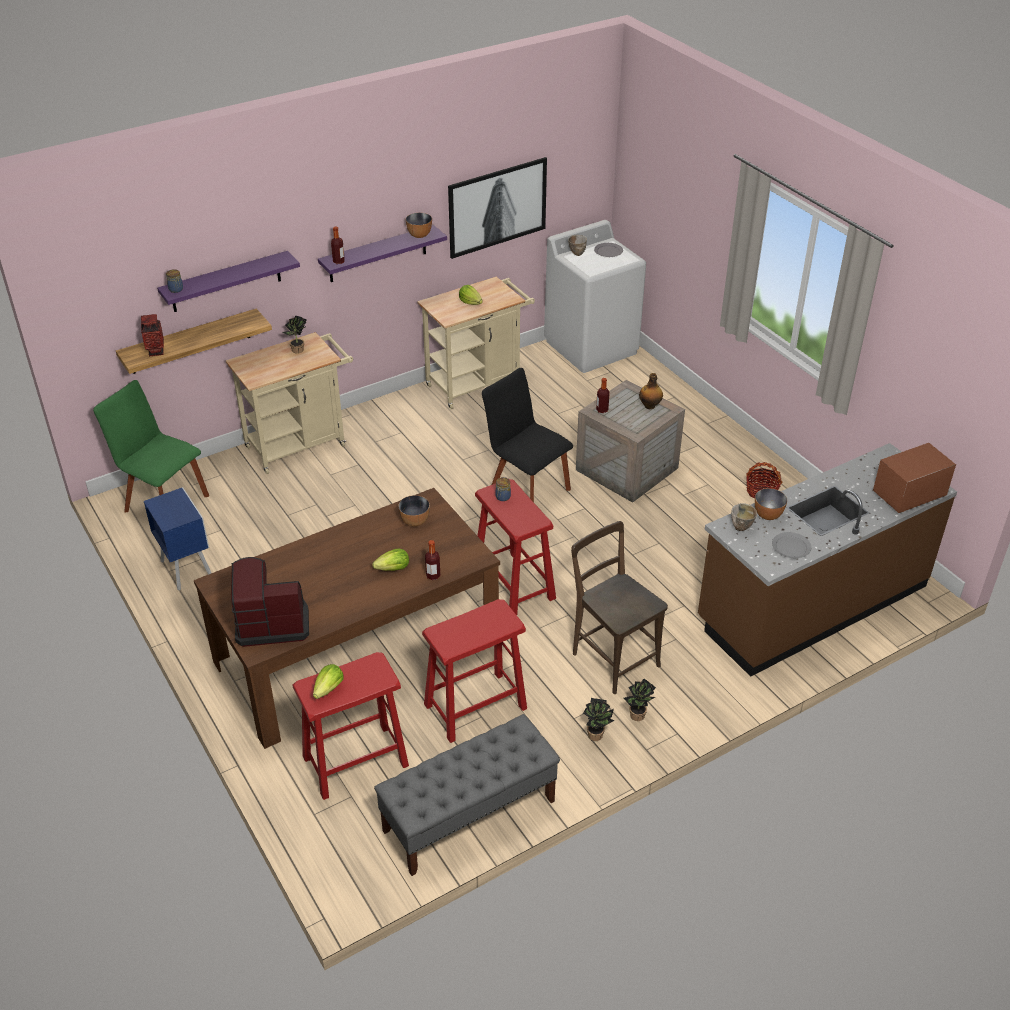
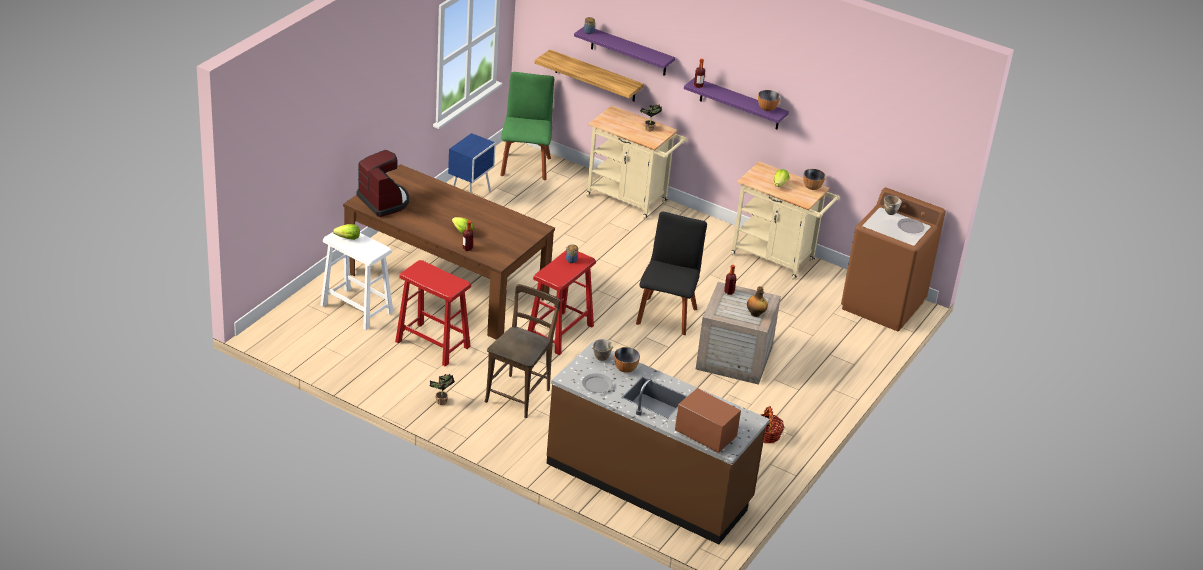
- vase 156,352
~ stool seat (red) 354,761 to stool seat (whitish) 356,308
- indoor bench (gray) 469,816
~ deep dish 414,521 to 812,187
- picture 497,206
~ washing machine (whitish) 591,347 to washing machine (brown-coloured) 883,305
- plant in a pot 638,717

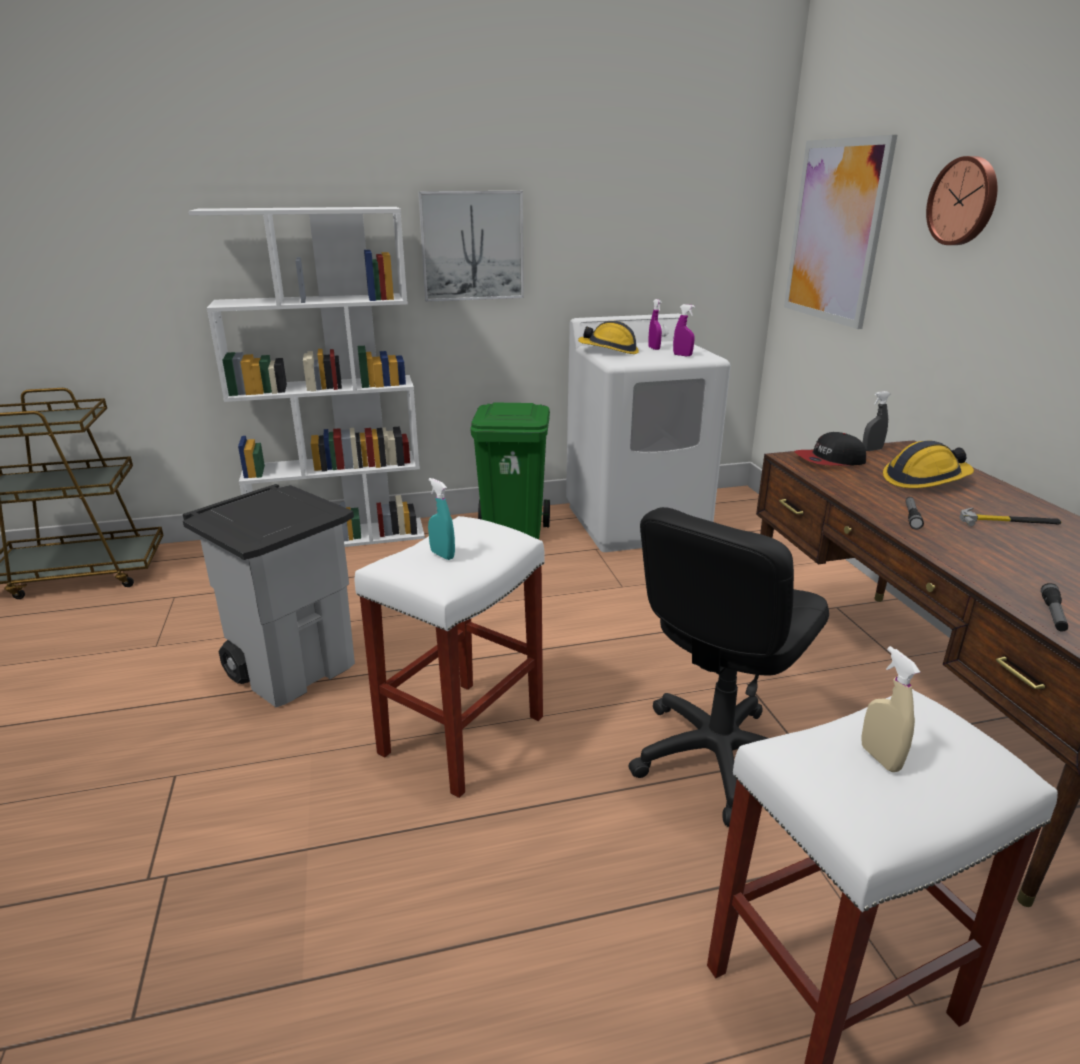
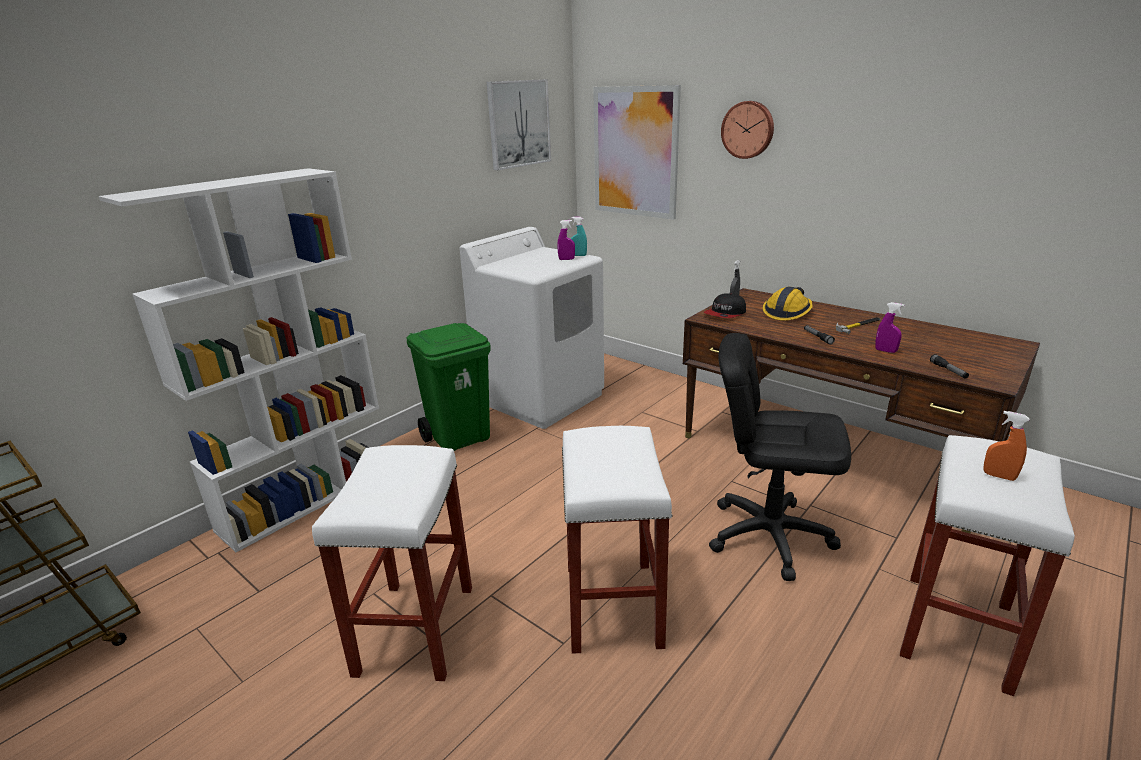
~ rubbish bin (gray) 293,668 to stool seat (whitish) 415,628
~ picture 472,246 to 518,124
~ sprayer (blue-green) 442,555 to 578,255
- hard hat 609,351
~ office chair (blackish) 715,757 = 769,535 105 degrees clockwise
~ sprayer (purple-coloured) 654,348 to 885,351
~ sprayer (beige) 880,758 to sprayer (orange) 999,476

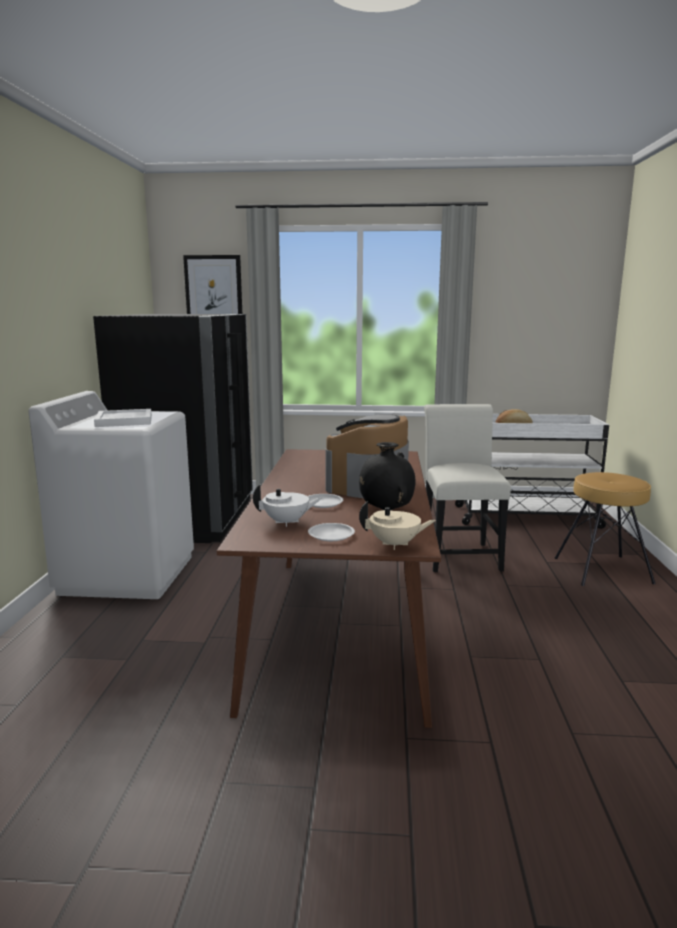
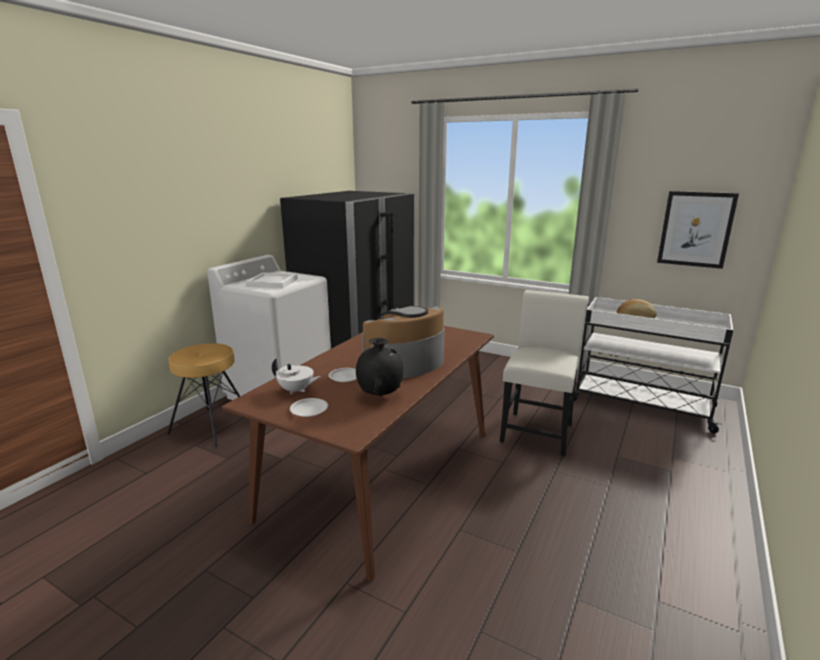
~ picture 214,291 to 695,229
- tea pot (beige) 395,544
~ stool seat (brown-coloured) 602,570 to 212,426

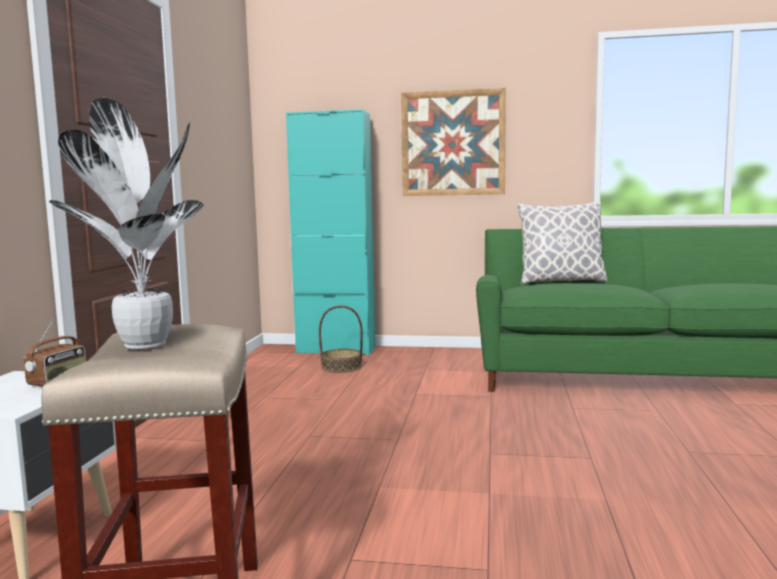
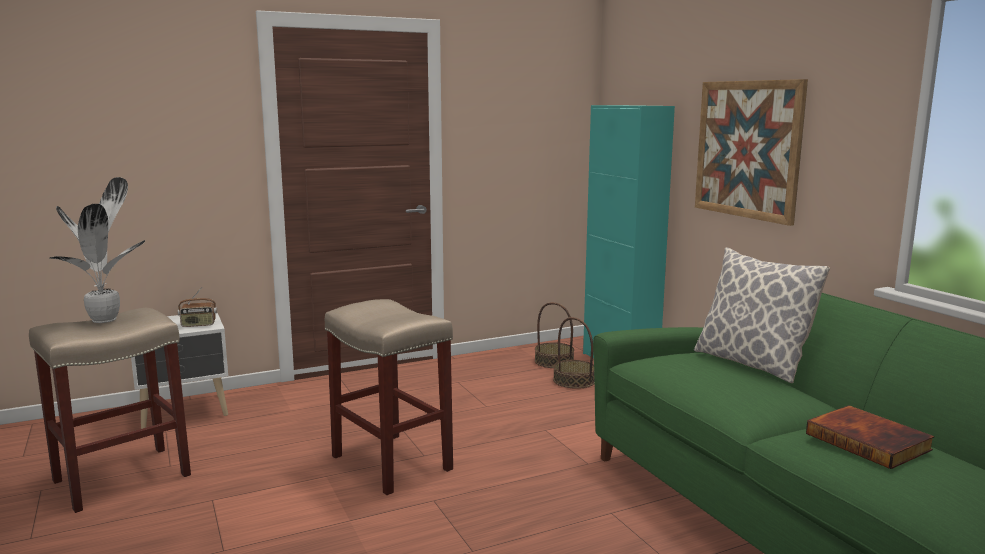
+ stool seat (beige) 390,462
+ basket 554,361
+ book 869,441

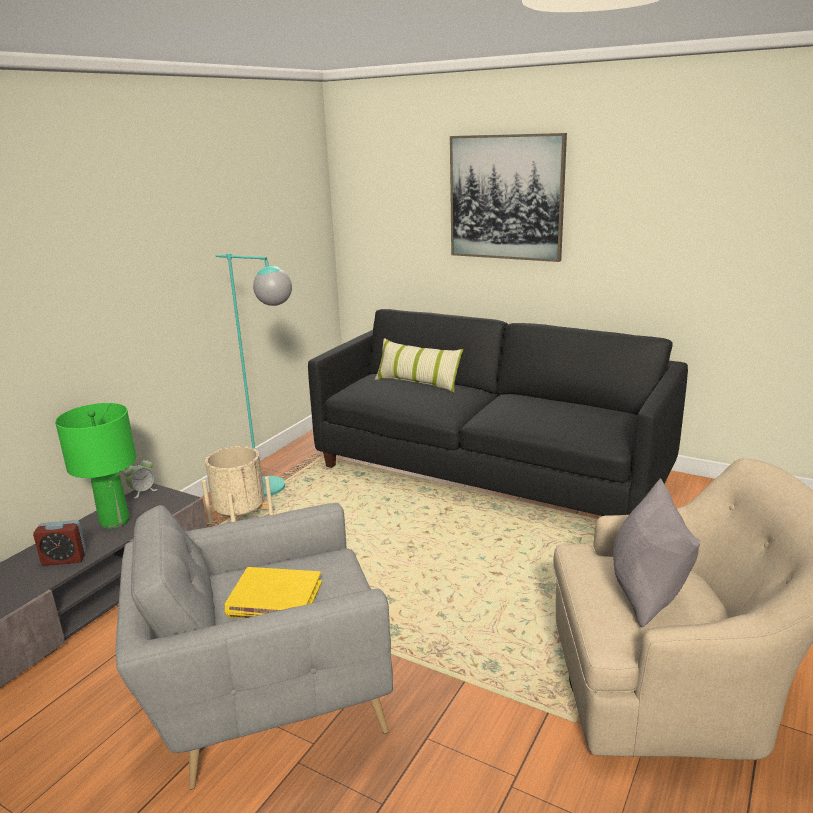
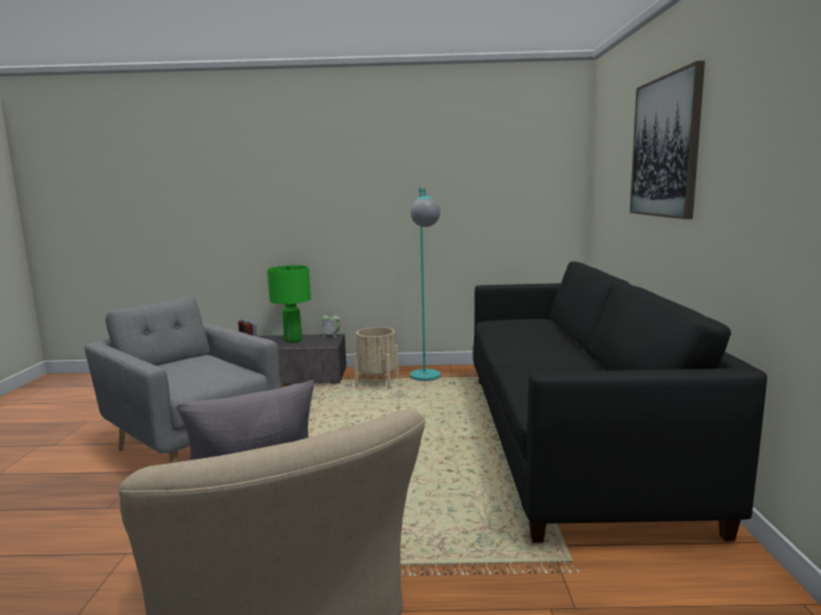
- book (yellow) 274,599
- pillow 417,383

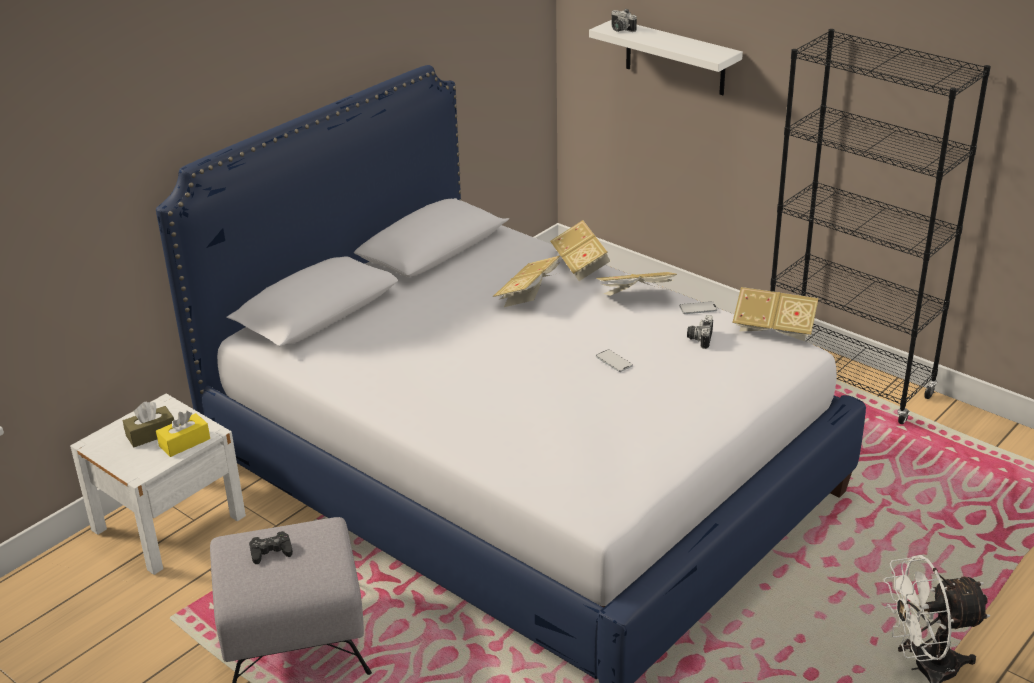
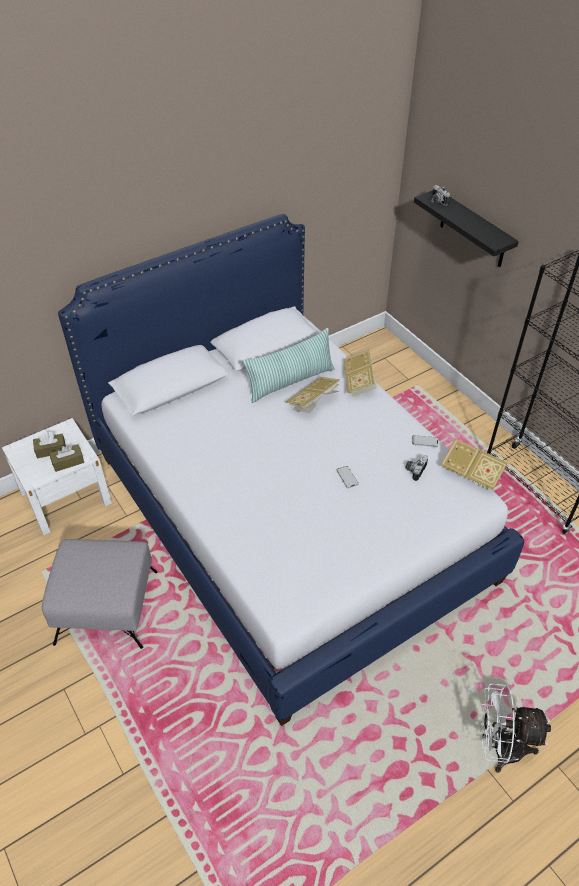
~ box of tissues (yellow) 184,442 to box of tissues (brown-coloured) 68,462
- joypad (blackish) 271,552
~ wall shelf (whitish) 675,58 to wall shelf (blackish) 473,229
- book 636,297
+ pillow 290,381

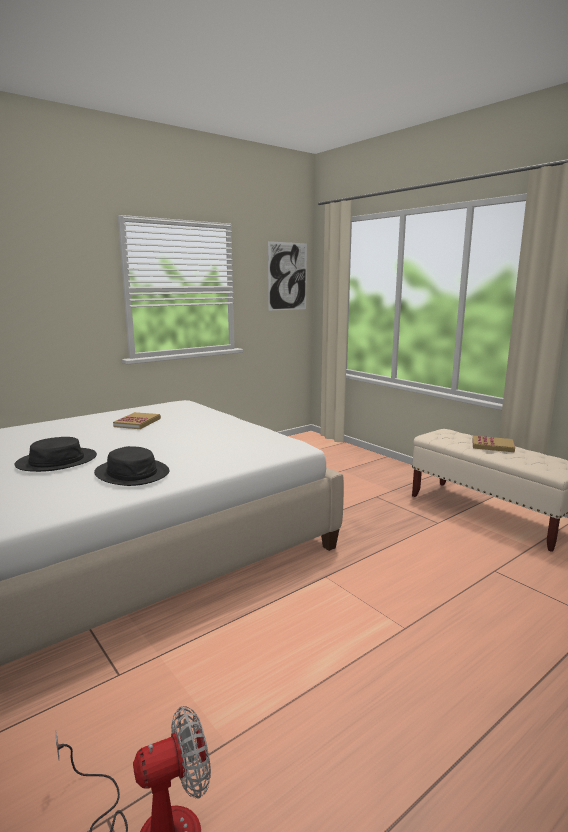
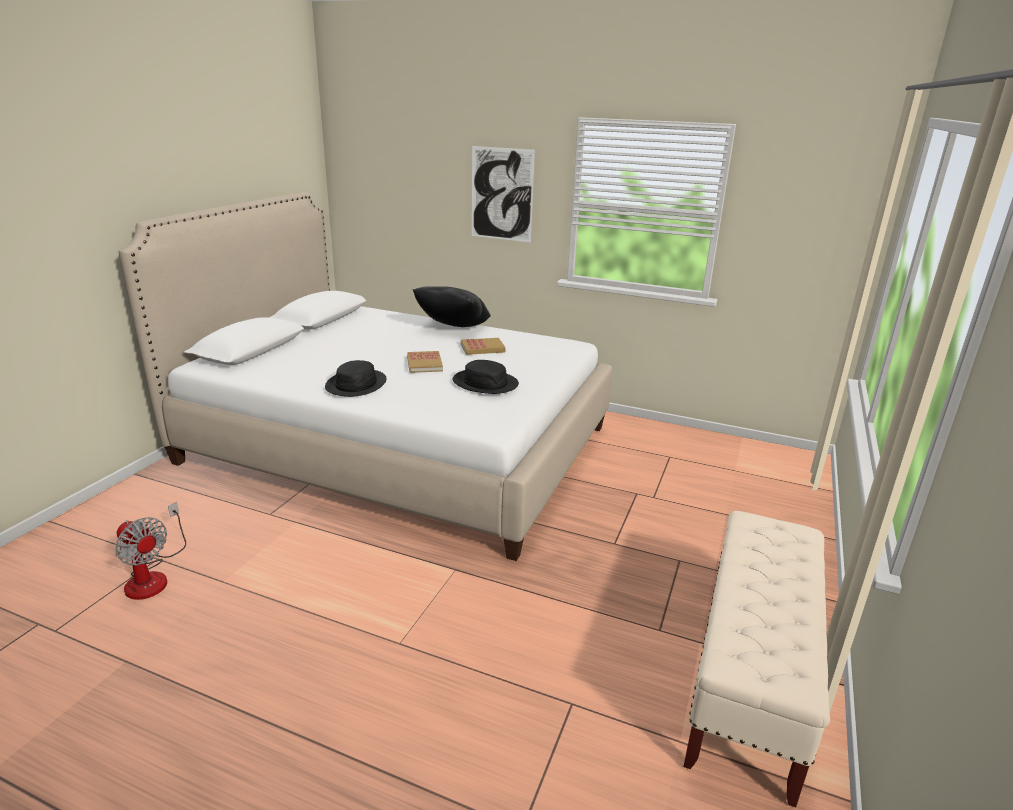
~ hat (blackish) 57,461 to 485,383
~ picture 287,276 to 501,194
~ book 492,446 to 424,364
+ pillow (blackish) 453,329

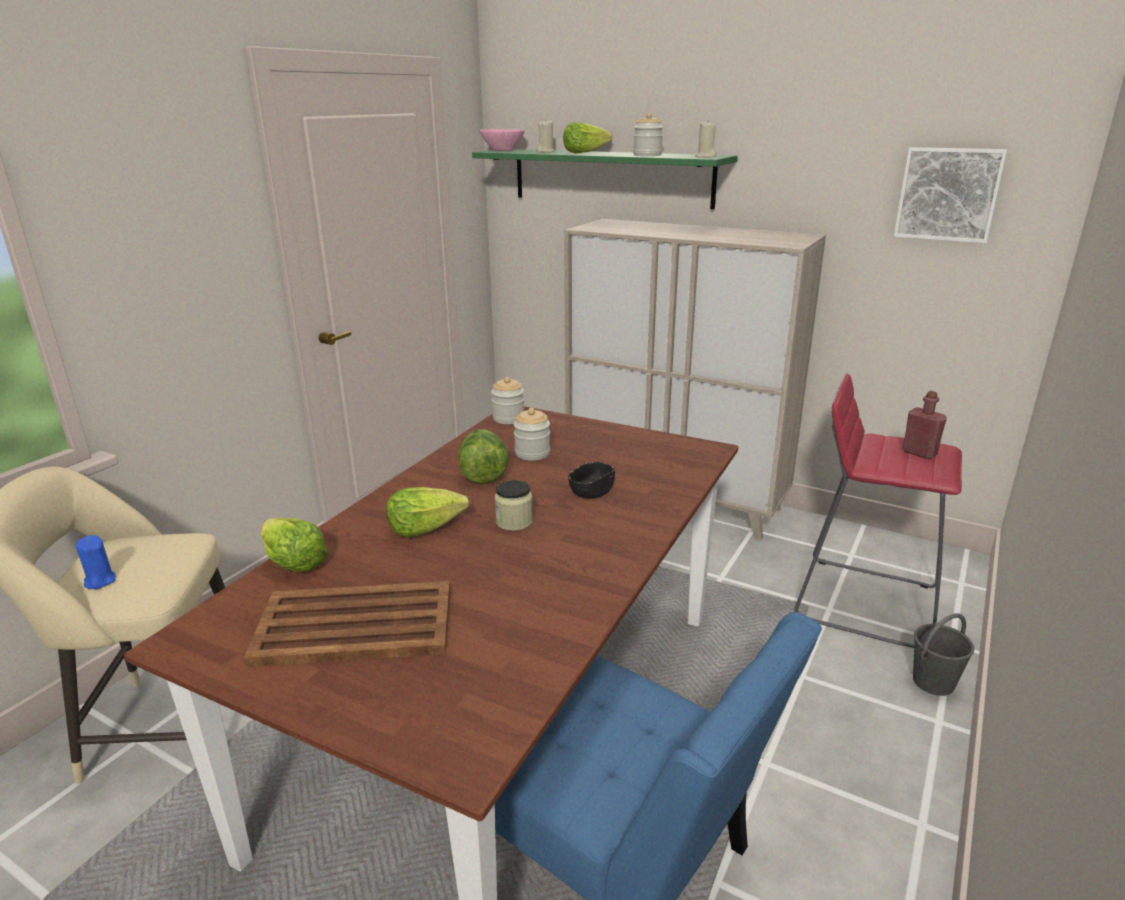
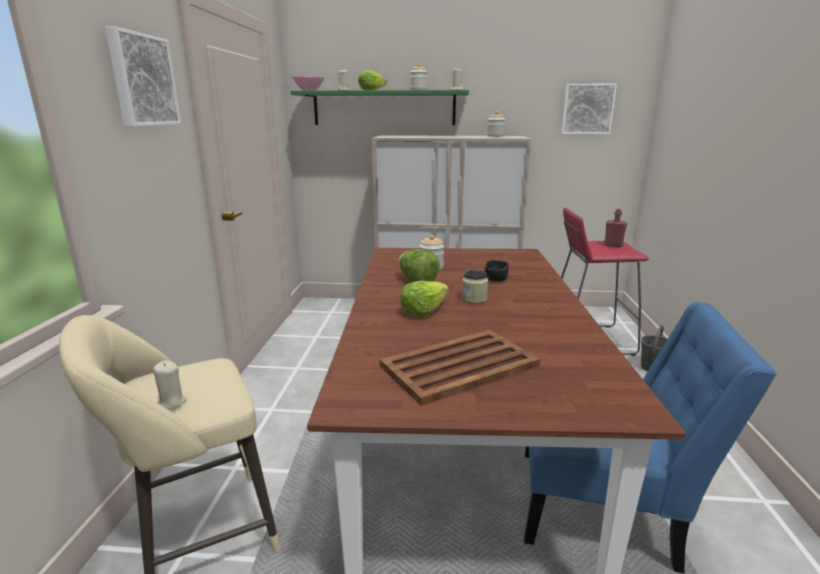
~ candle (blue) 100,581 to candle (beige) 171,402
- head of lettuce 293,562
~ jar 508,418 to 495,136
+ picture 142,80

